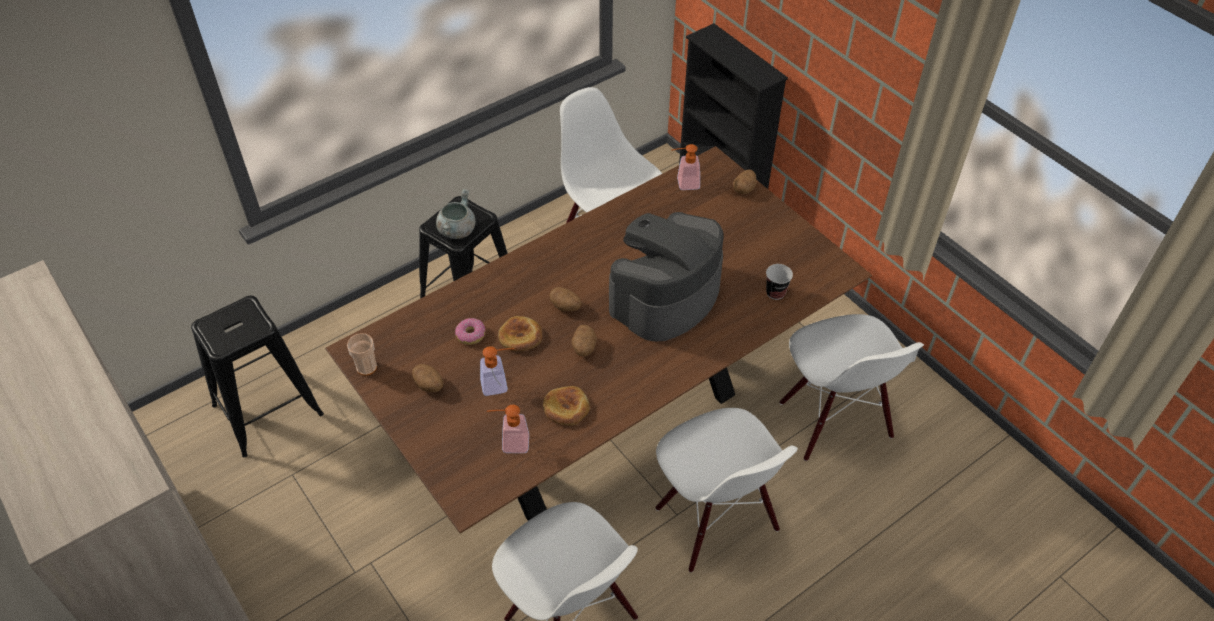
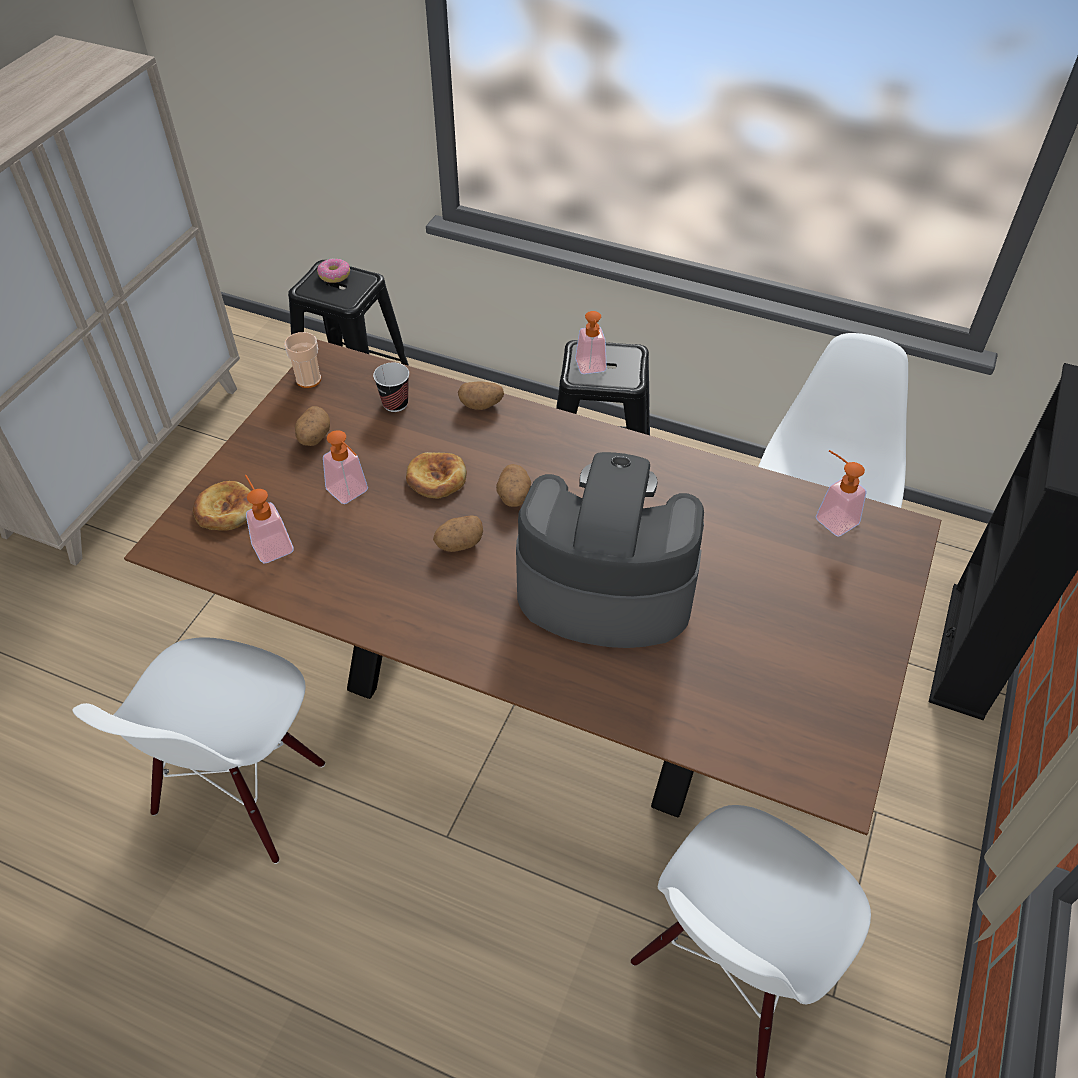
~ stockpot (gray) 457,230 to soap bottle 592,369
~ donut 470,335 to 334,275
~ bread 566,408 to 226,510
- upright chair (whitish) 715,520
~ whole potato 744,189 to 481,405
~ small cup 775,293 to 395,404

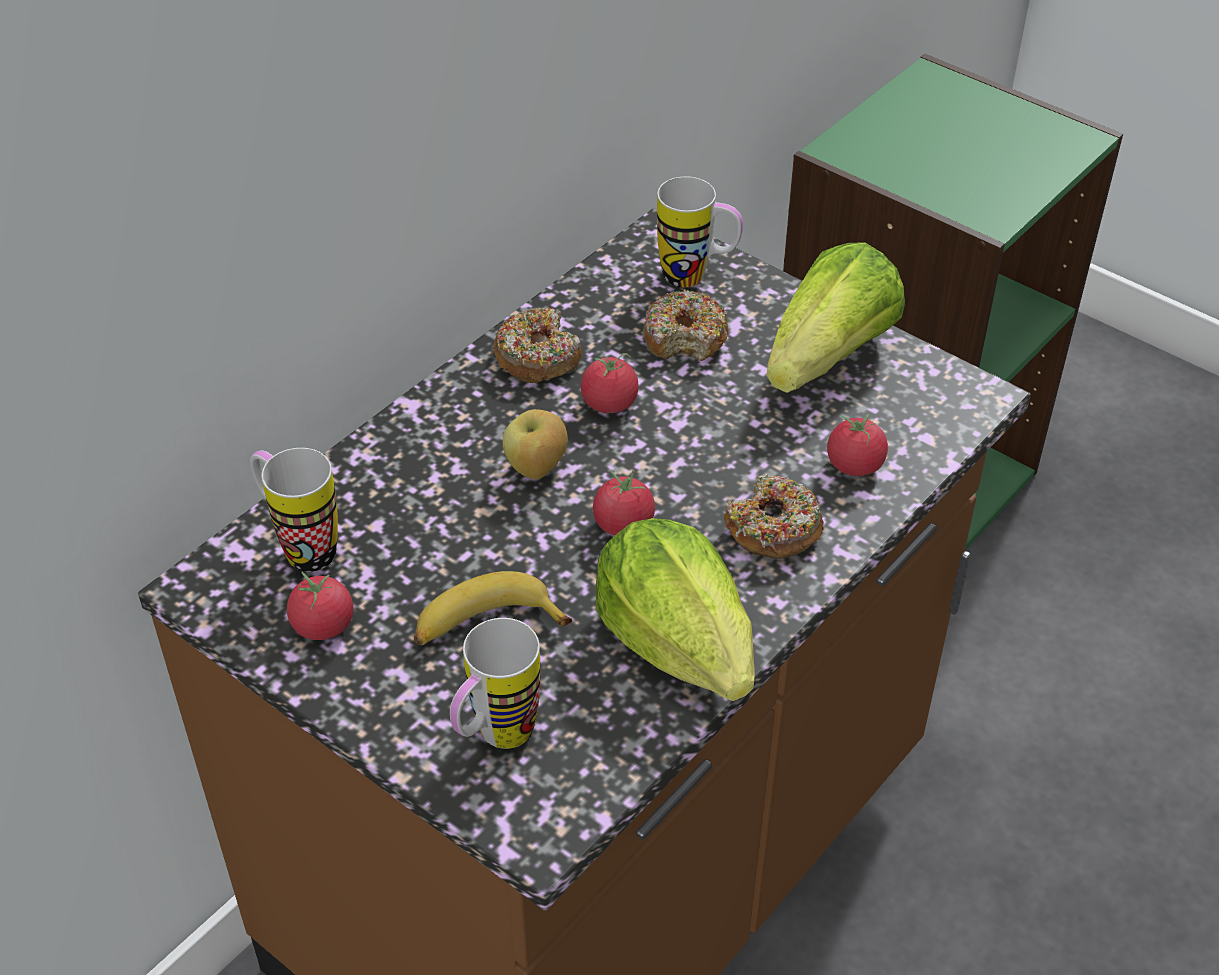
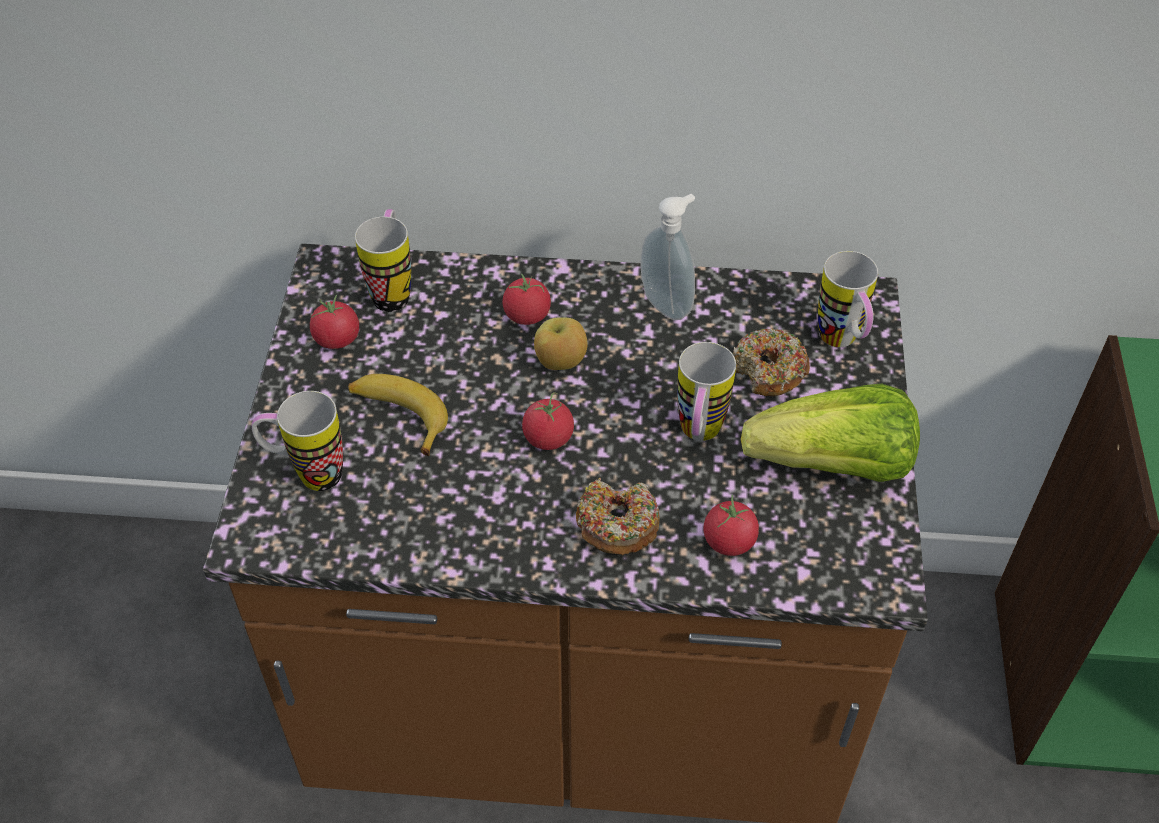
~ donut 537,357 to soap bottle 668,303
~ tomato 609,403 to 527,315
- head of lettuce 679,643
+ coffee mug 698,436

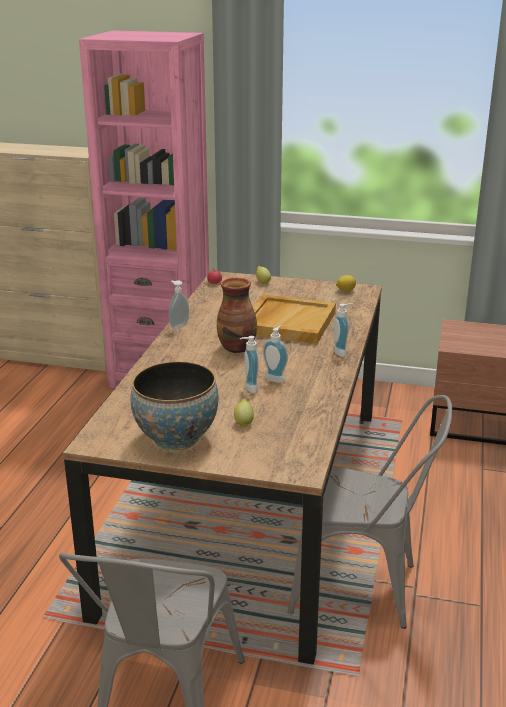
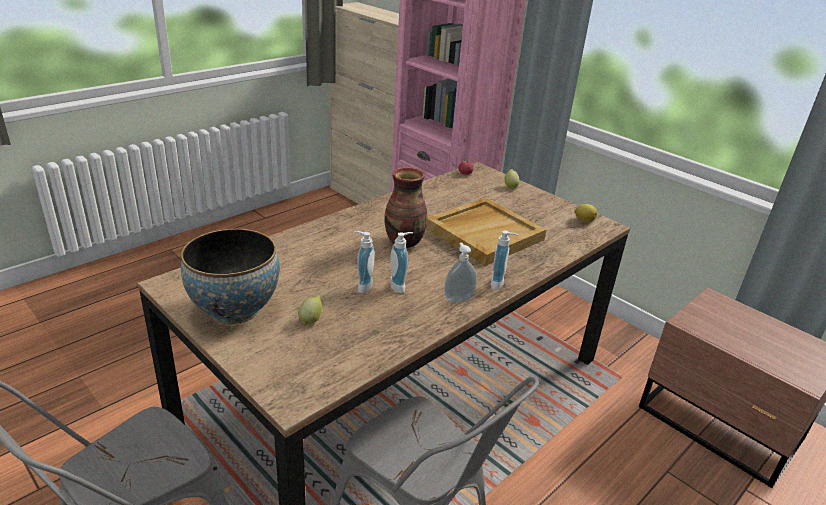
~ soap bottle 178,326 to 458,298

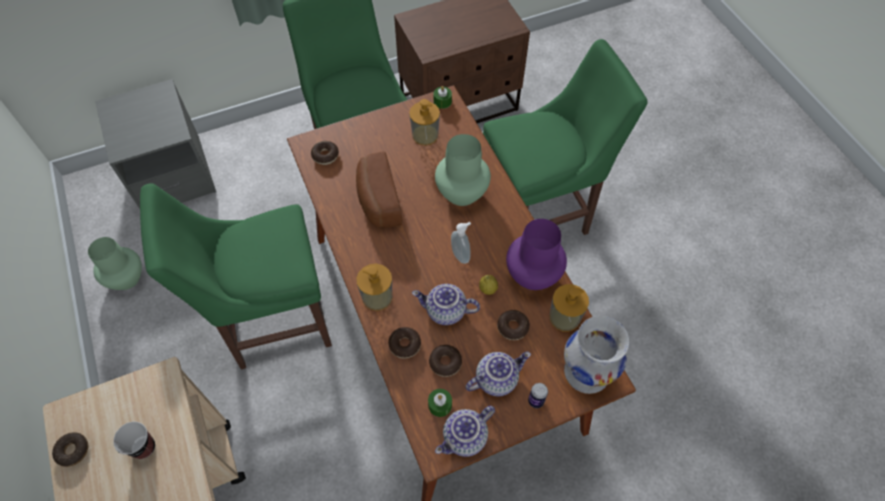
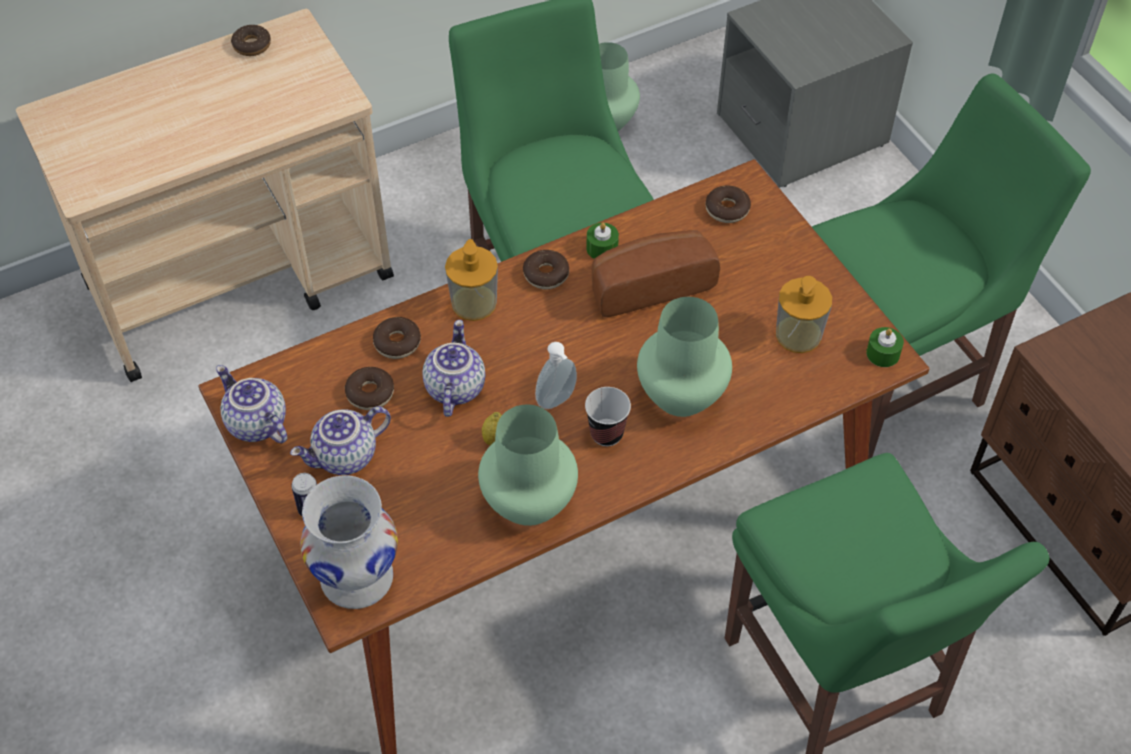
~ small cup 144,447 to 606,433
~ candle (green-coloured) 440,405 to 602,248
~ tea pot 496,378 = 345,457 90 degrees clockwise
~ donut 512,327 to 546,274
~ vase (purple-coloured) 531,275 to vase (green-coloured) 528,500
- soap bottle 564,317

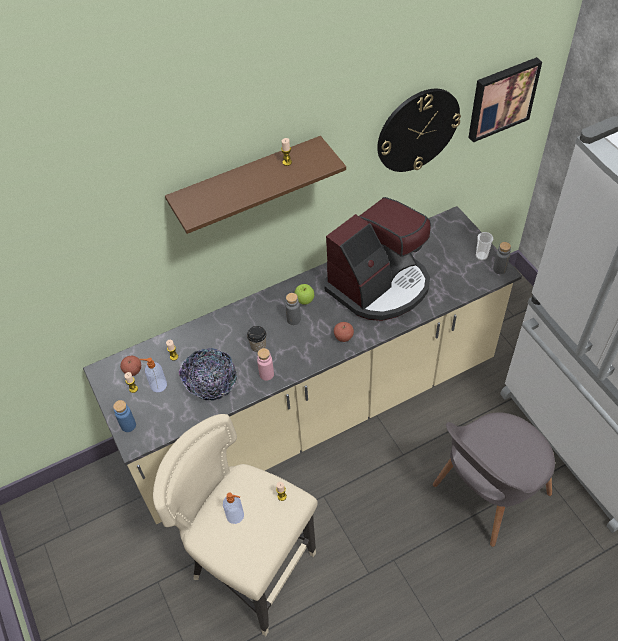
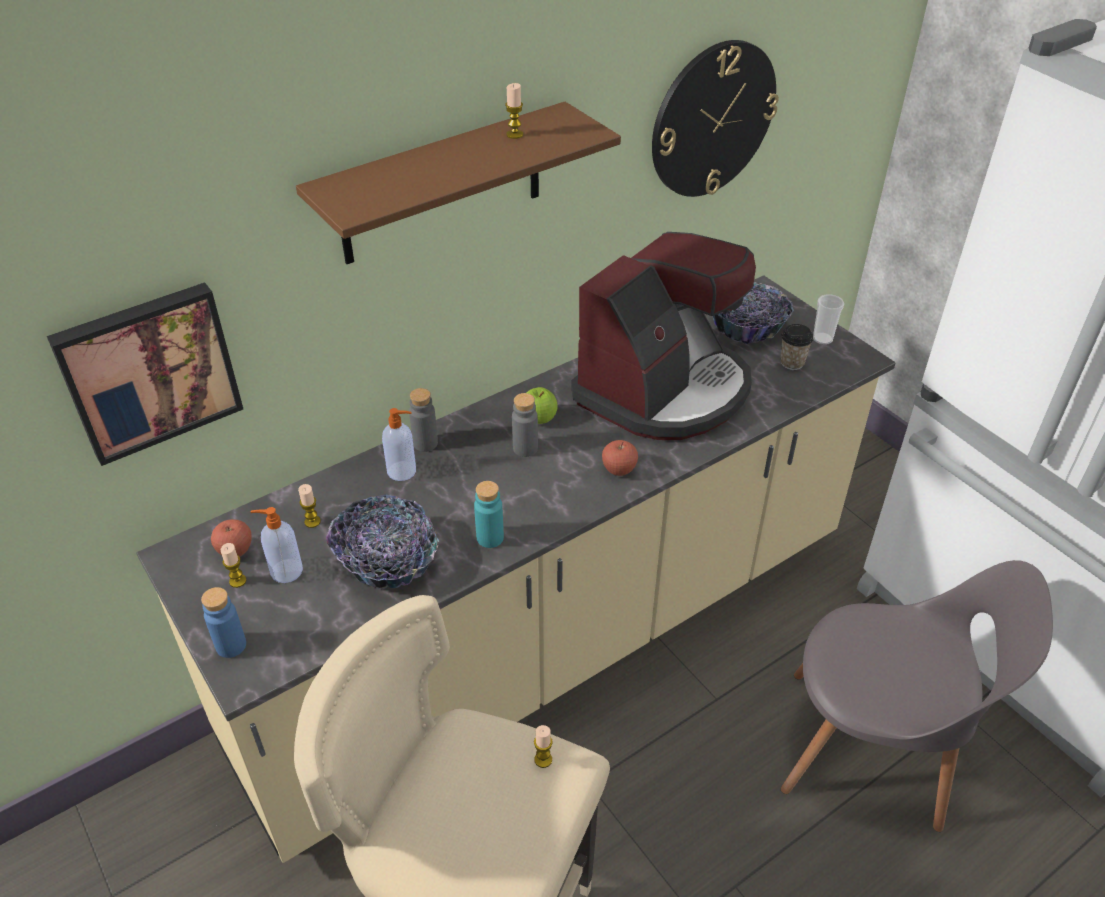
~ soap bottle 236,515 to 403,471
~ small cup 258,346 to 792,363
~ drink bottle (pink) 266,374 to drink bottle (blue-green) 490,538
~ upright chair (gray) 487,492 = 874,750 120 degrees counterclockwise
~ picture 501,98 to 149,370
~ drink bottle (gray) 499,269 to 425,443
+ deep dish 747,326

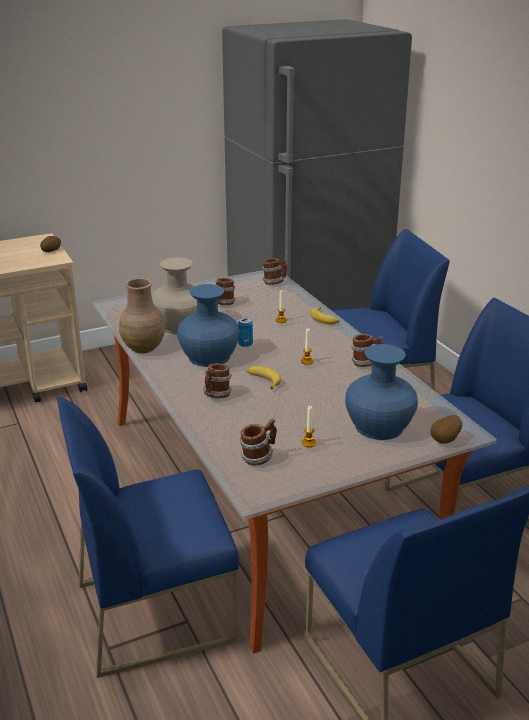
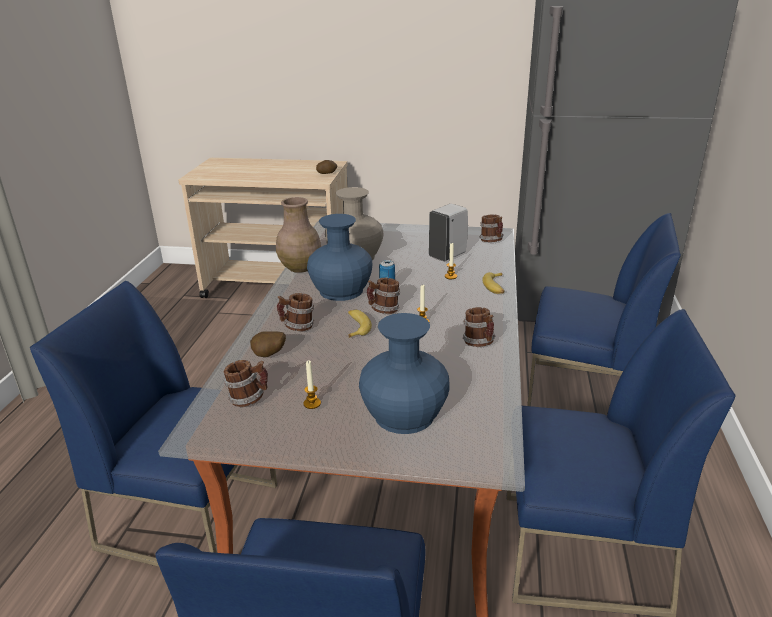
~ coffee mug 223,304 to 383,310
~ whole potato 445,441 to 269,356
+ soap bottle (whitish) 448,256

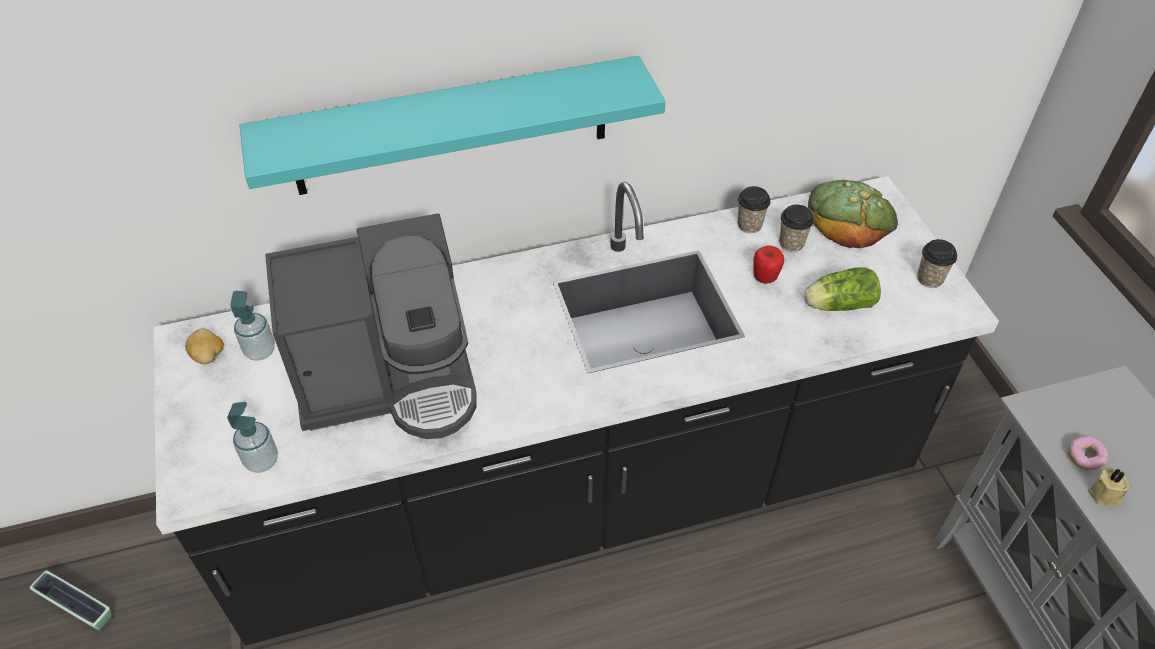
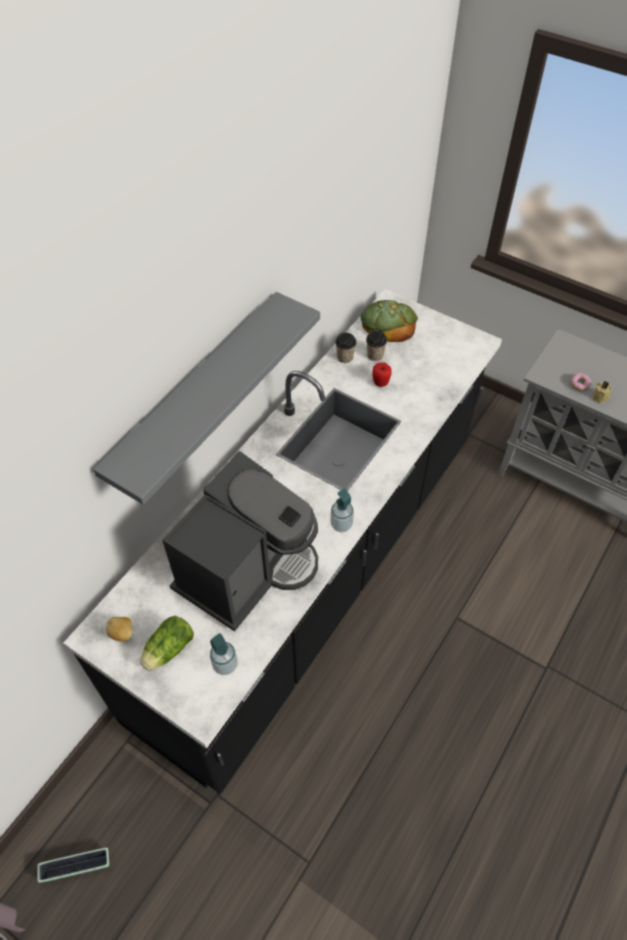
~ soap bottle 260,351 to 341,524
~ wall shelf (blue-green) 451,127 to wall shelf (gray) 197,395
~ head of lettuce 837,305 to 167,650
- small cup 929,279

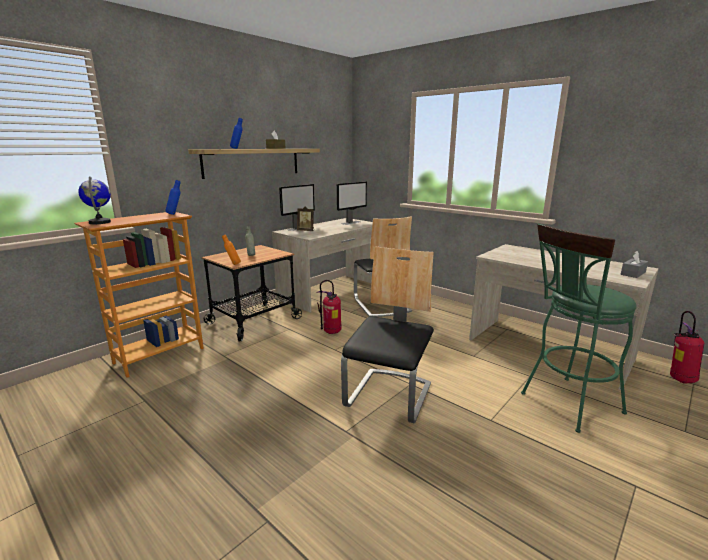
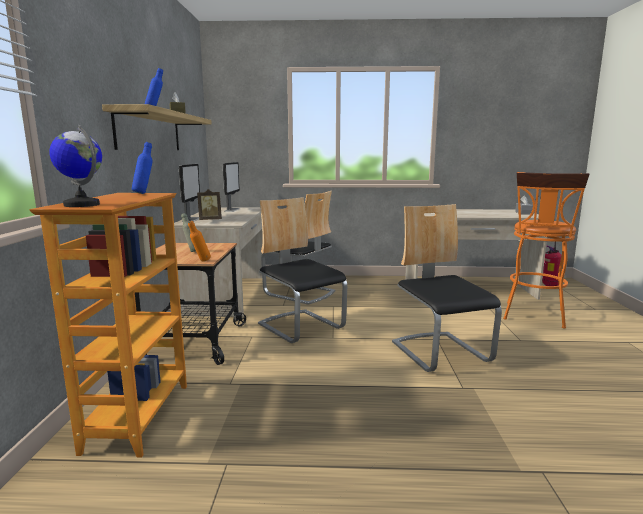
~ fire extinguisher 331,332 to upright chair 301,326
~ stool seat (green-coloured) 566,405 to stool seat (orange) 534,316

